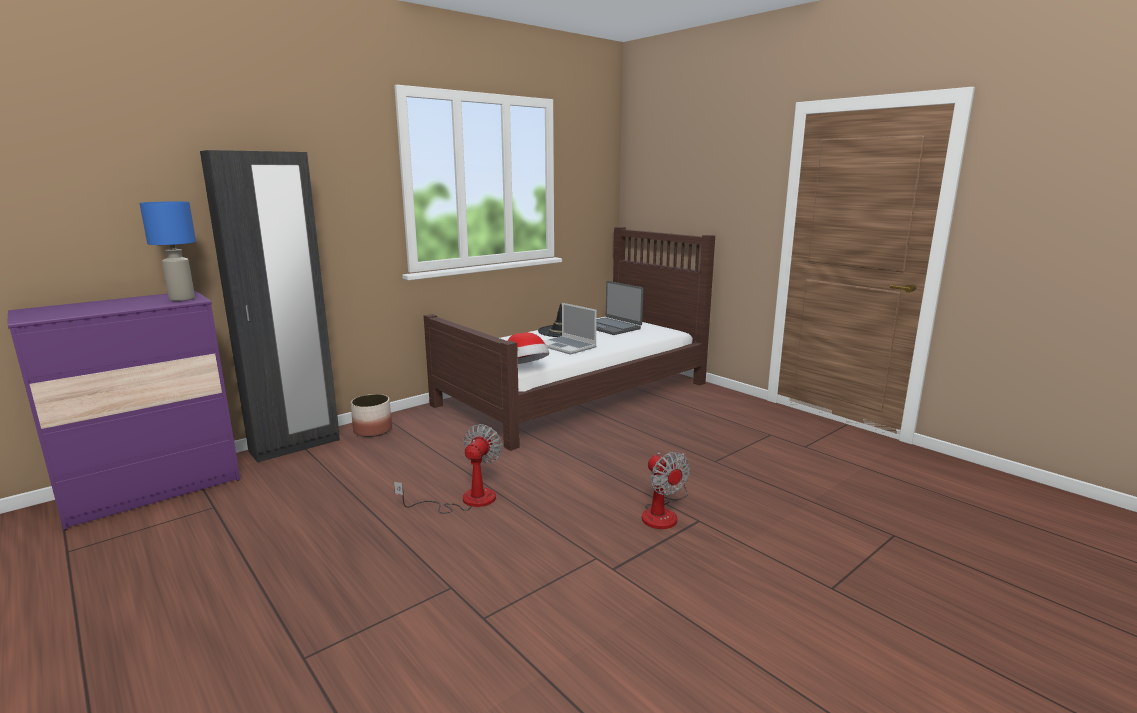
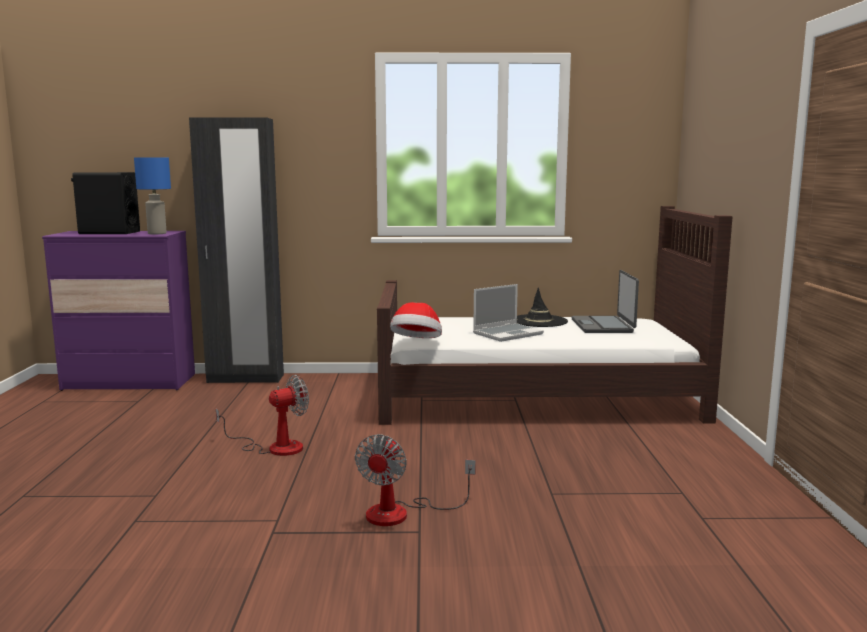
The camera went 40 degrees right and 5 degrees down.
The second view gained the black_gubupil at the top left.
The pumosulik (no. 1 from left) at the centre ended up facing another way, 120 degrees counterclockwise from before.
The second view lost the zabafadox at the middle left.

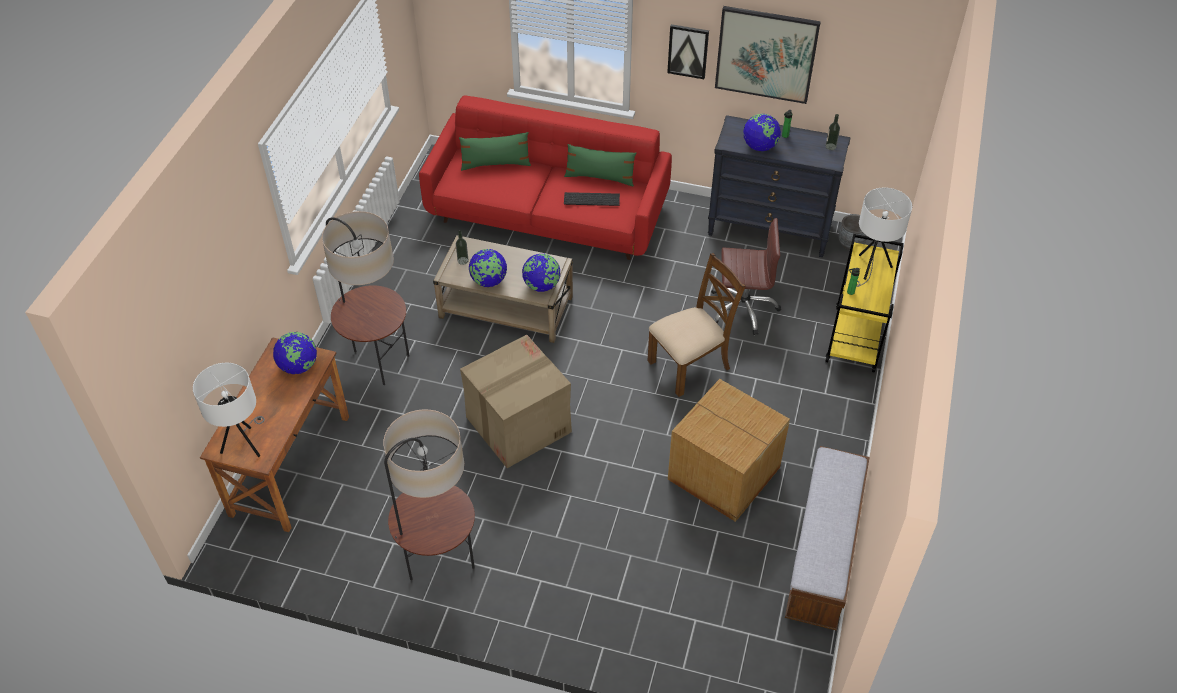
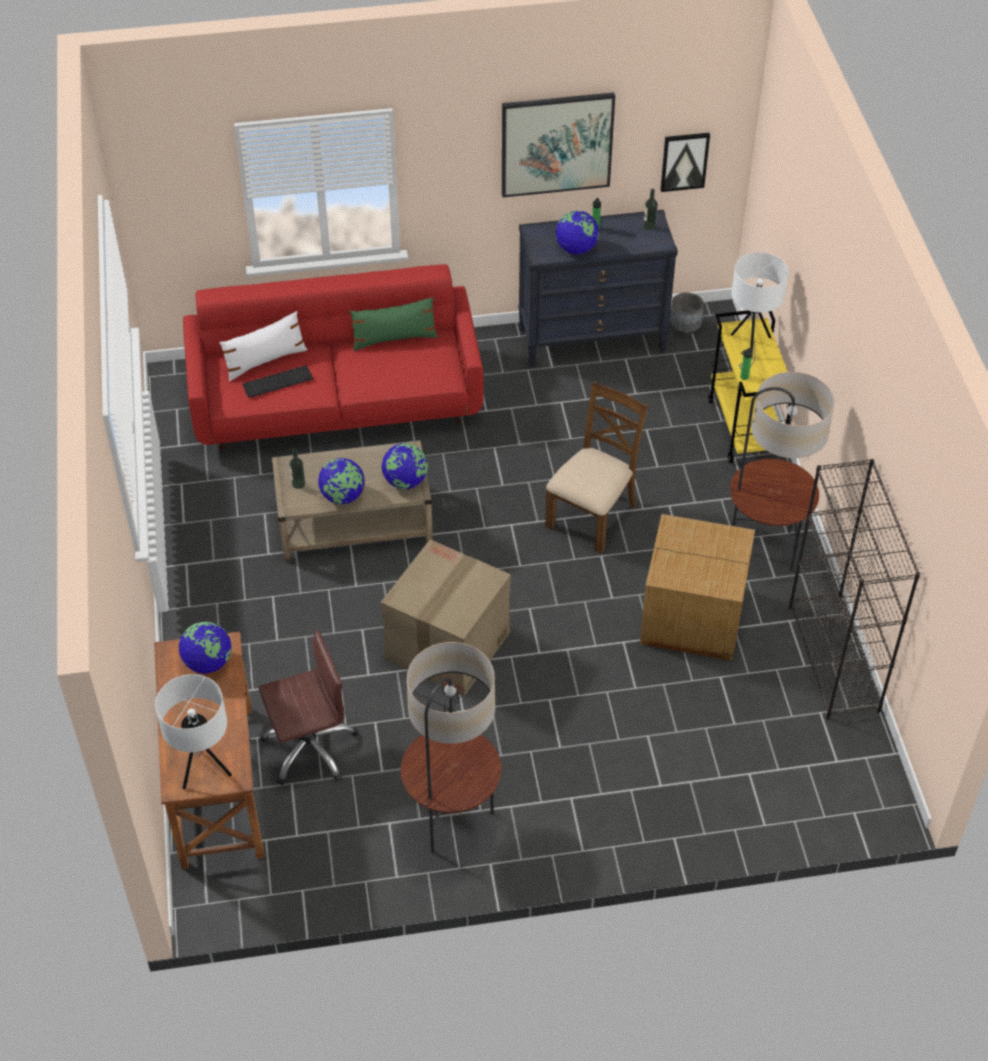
The camera went 25 degrees left and 0 degrees up.
What was the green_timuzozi (no. 1 from left) at the top centre turned into the white_timuzozi at the top left.
The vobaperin ended up elsewhere, having gone from the top centre to the middle left.
The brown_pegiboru ended up elsewhere, having gone from the centre to the bottom left.
The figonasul (no. 1 from left in the first image) ended up elsewhere, having gone from the top centre to the top right.
The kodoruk (no. 1 from left in the first image) ended up elsewhere, having gone from the middle left to the middle right.
Where the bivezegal stood at the bottom right, the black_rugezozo came to stand at the middle right.

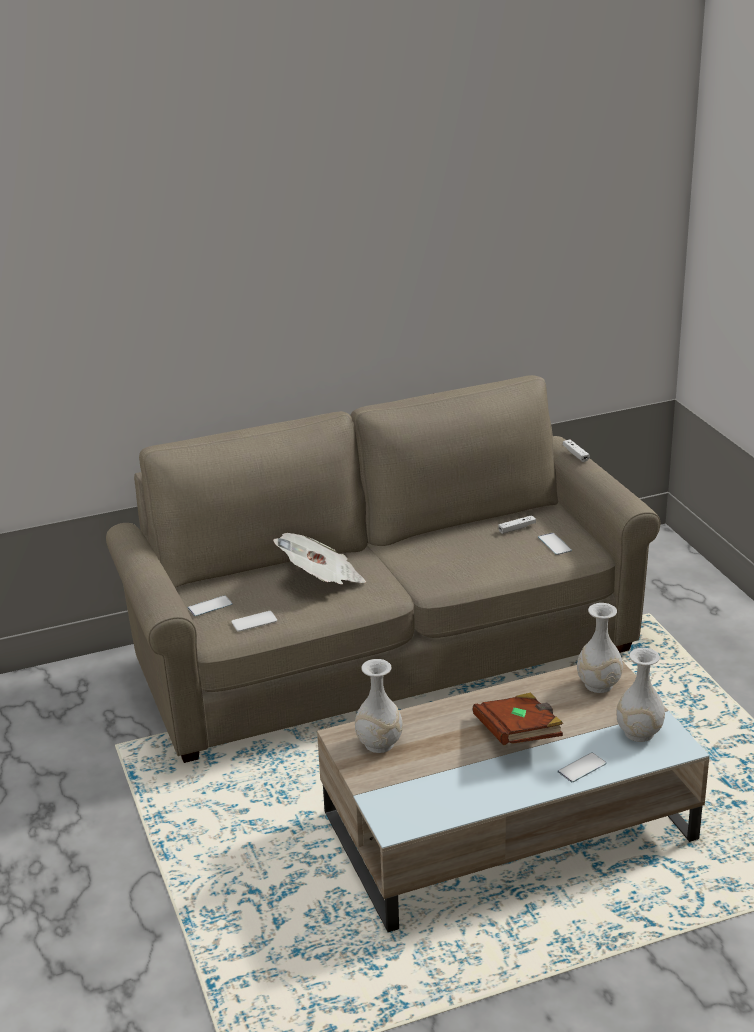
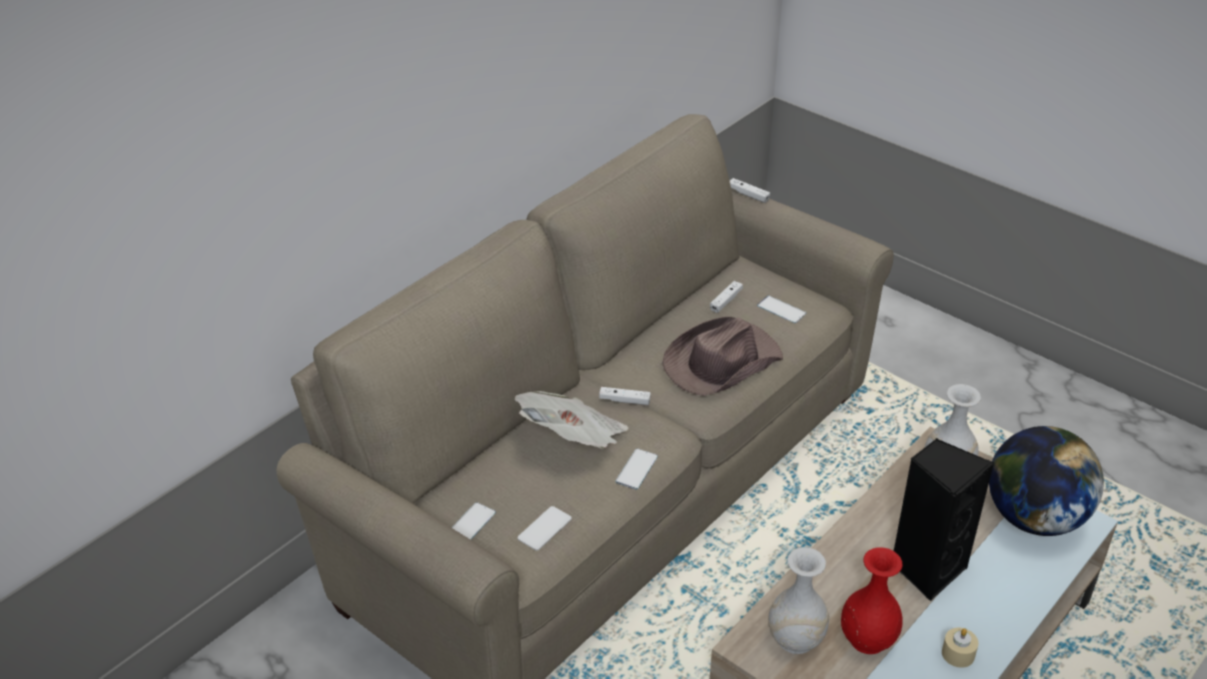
The camera went 30 degrees left and 10 degrees up.
The second view gained the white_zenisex (no. 1 from left) at the centre.
The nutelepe (no. 4 from left in the first image) ended up elsewhere, having gone from the bottom right to the bottom centre.
The second view gained the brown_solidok at the centre.
The second view gained the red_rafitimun at the bottom right.
Where the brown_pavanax stood at the bottom right, the black_gubupil came to stand at the bottom right.
The second view gained the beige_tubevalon at the bottom right.
Where the white_rafitimun (no. 3 from left) stood at the bottom right, the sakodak came to stand at the bottom right.

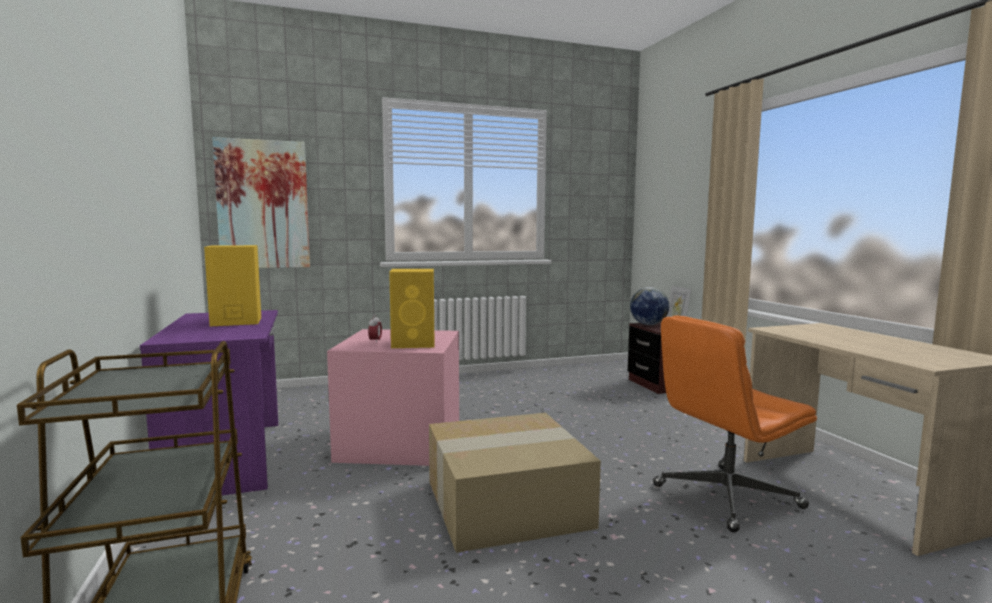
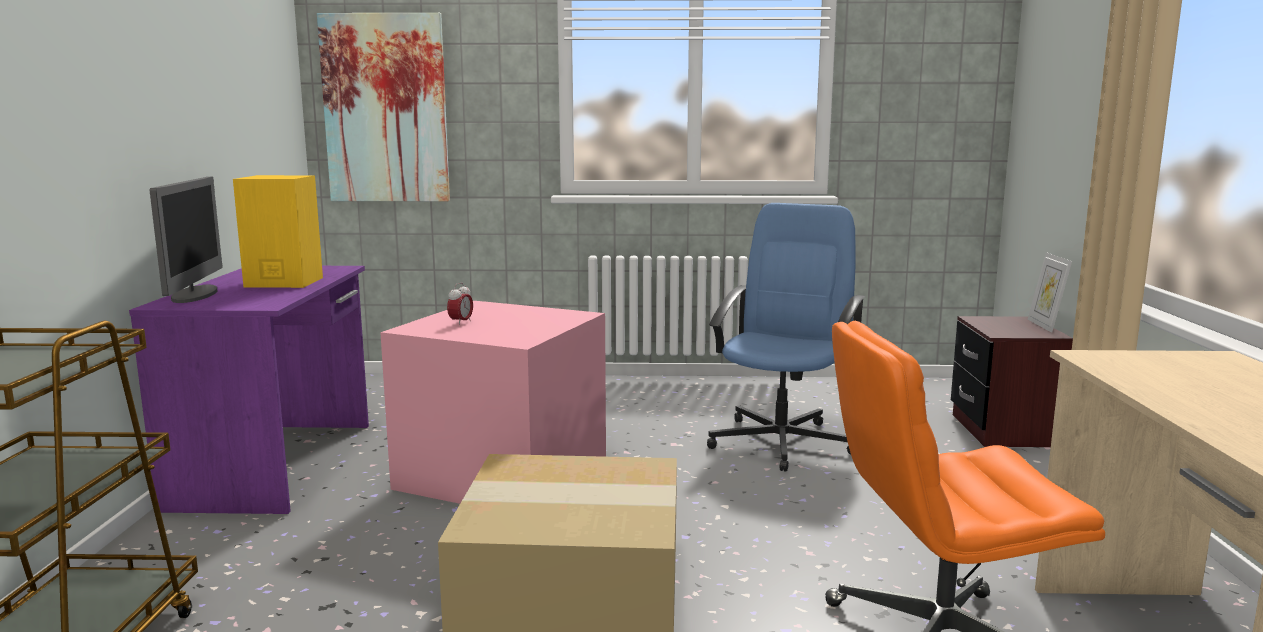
The camera went 20 degrees right and 5 degrees up.
The second view gained the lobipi at the middle left.
The second view gained the blue_pegiboru at the centre.
The second view lost the yellow_gubupil (no. 2 from left) at the centre.
The second view lost the sakodak at the centre.

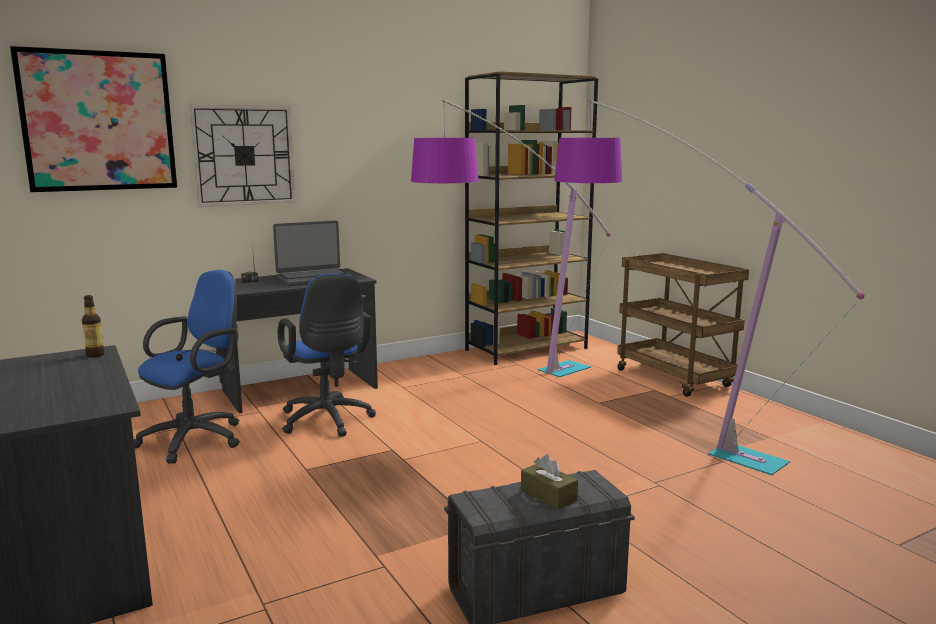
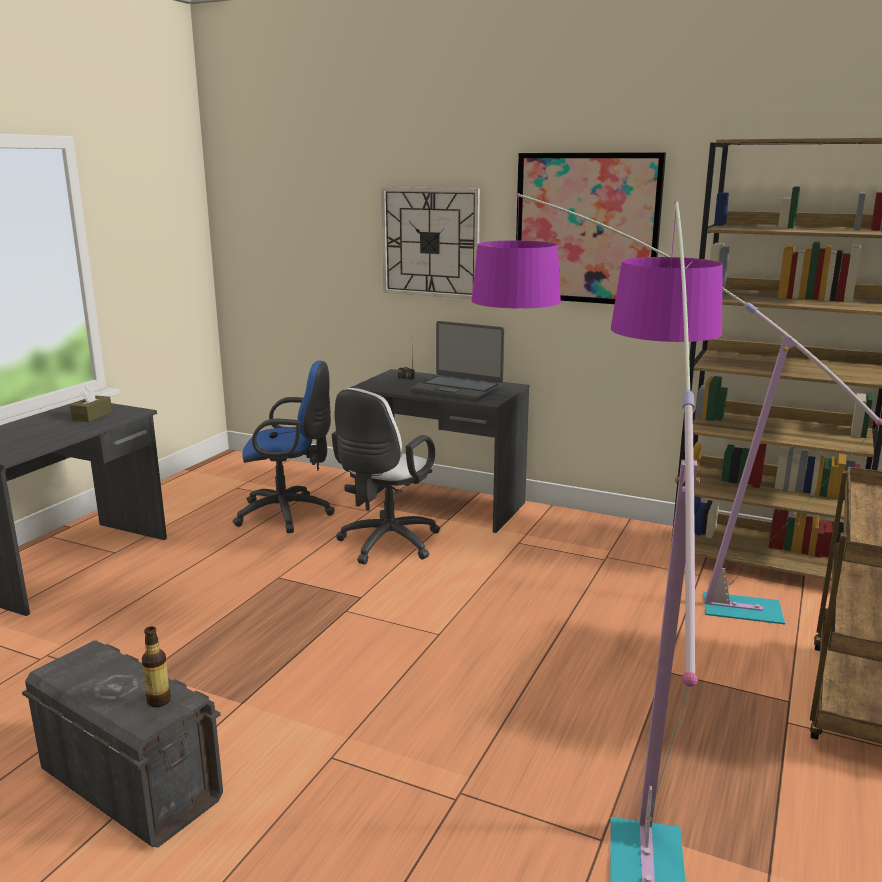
The camera went 55 degrees right and 5 degrees up.
The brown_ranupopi ended up elsewhere, having gone from the bottom centre to the middle left.
The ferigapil ended up elsewhere, having gone from the middle left to the bottom left.
What was the blue_pegiboru (no. 2 from left) at the centre turned into the white_pegiboru at the centre.
The figonasul ended up elsewhere, having gone from the top left to the top right.

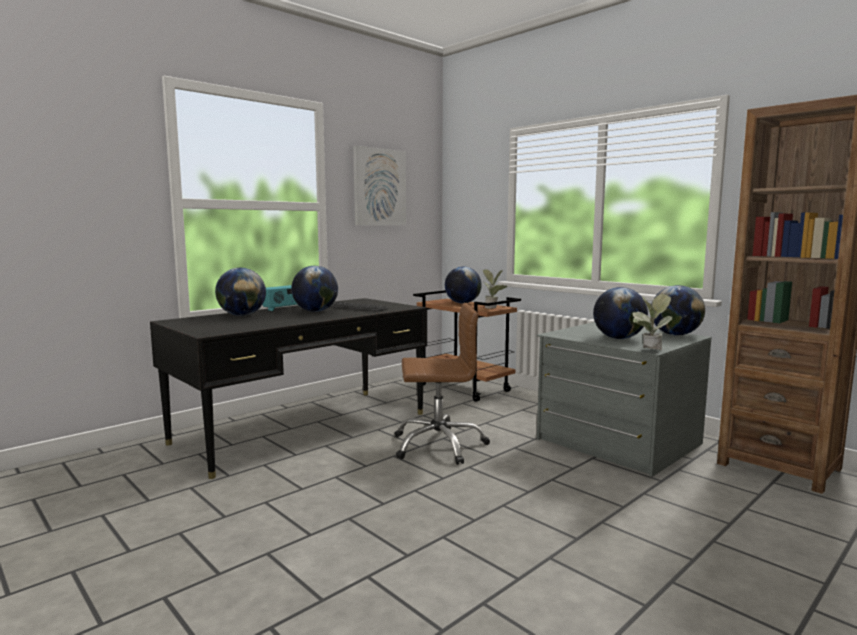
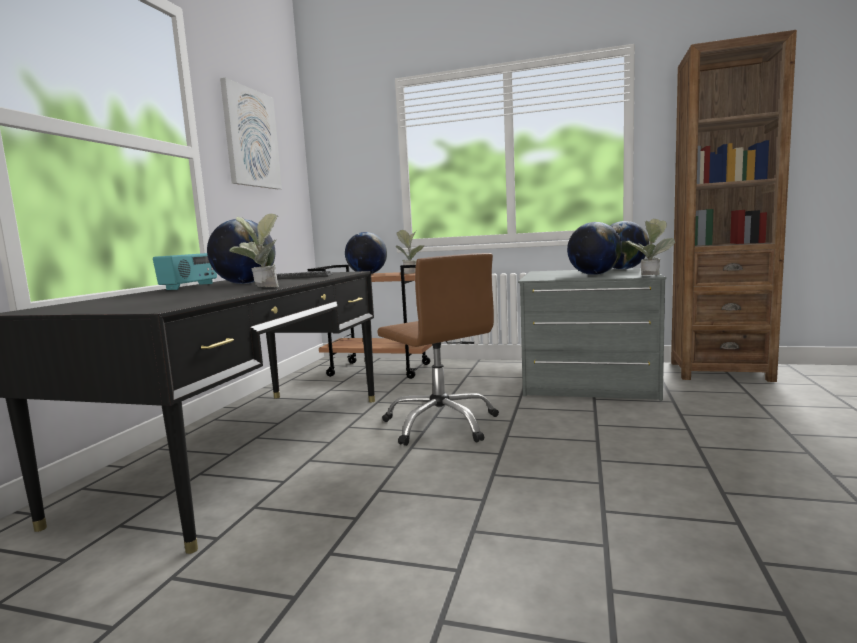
The camera went 30 degrees left and 0 degrees up.
The second view gained the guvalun (no. 1 from left) at the middle left.
The brown_pegiboru at the centre ended up facing another way, 90 degrees clockwise from before.
The second view lost the sakodak (no. 1 from left) at the middle left.

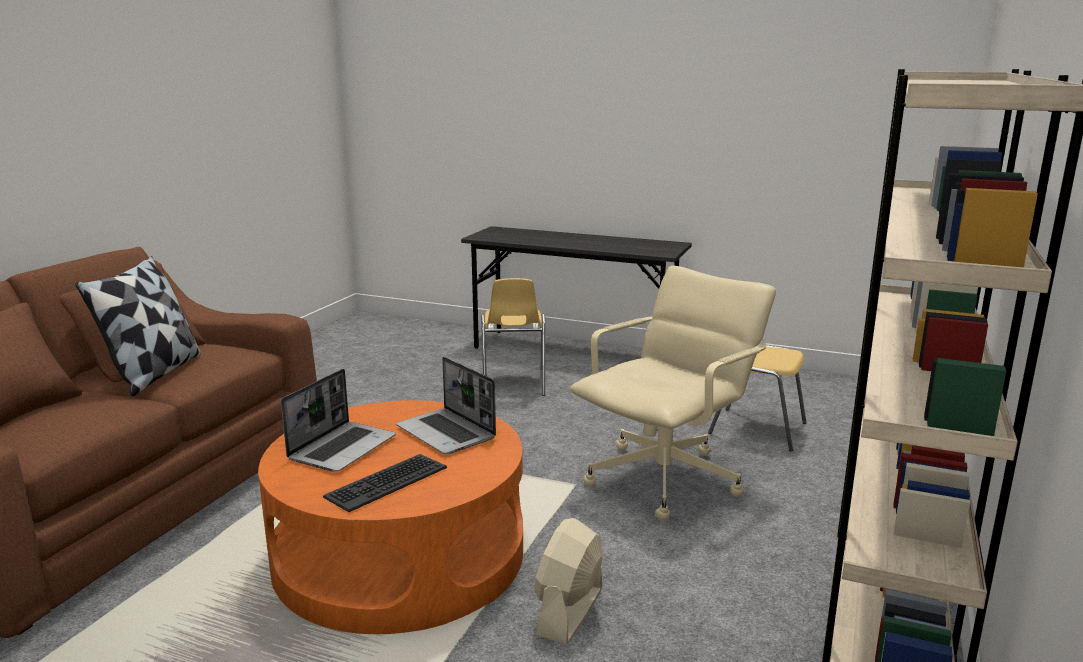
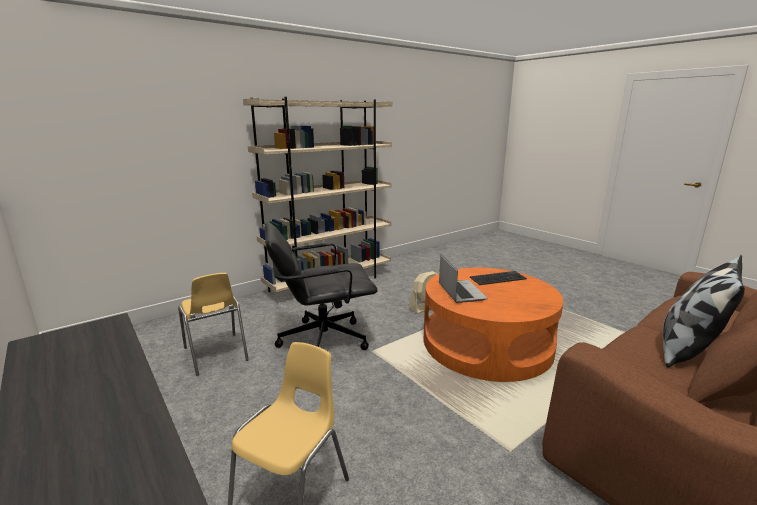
The camera went 150 degrees left and 0 degrees up.
What was the beige_pegiboru at the centre turned into the black_pegiboru at the centre.
The second view lost the pumosulik (no. 1 from left) at the middle left.

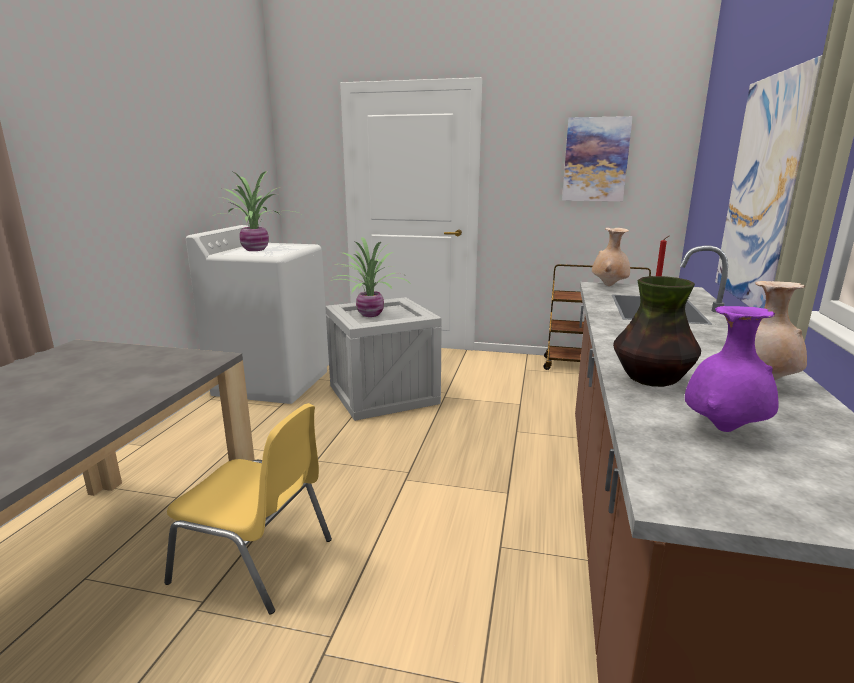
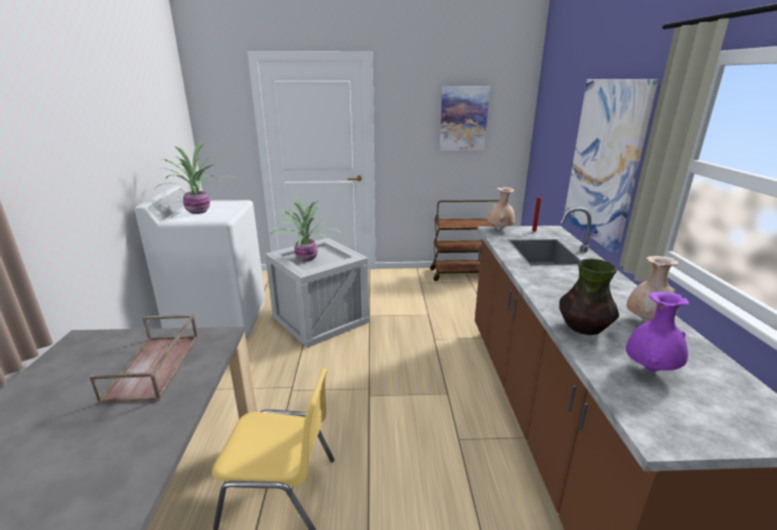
The camera went 15 degrees left and 5 degrees up.
The second view gained the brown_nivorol at the bottom left.

